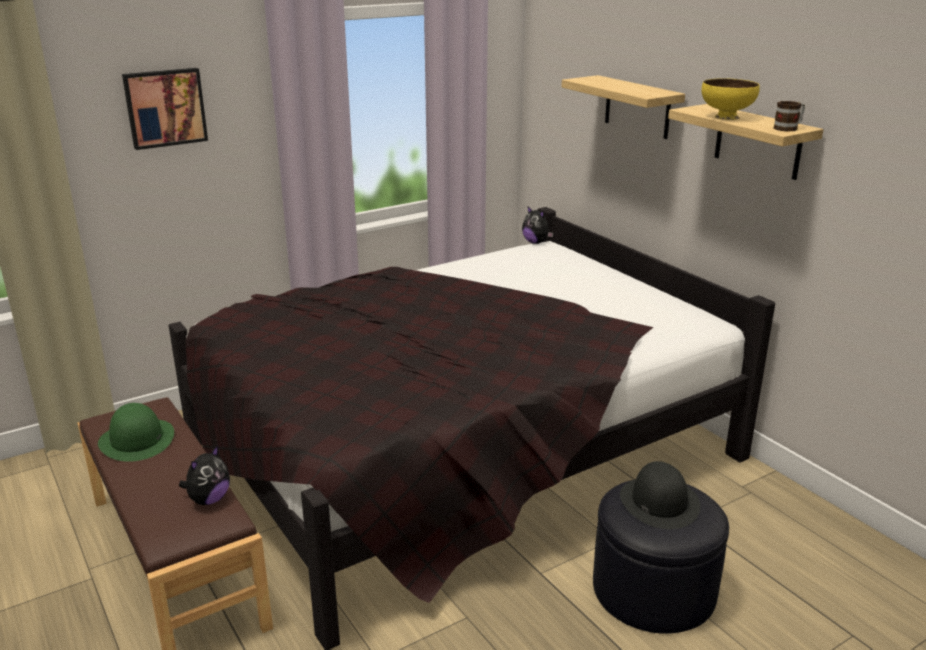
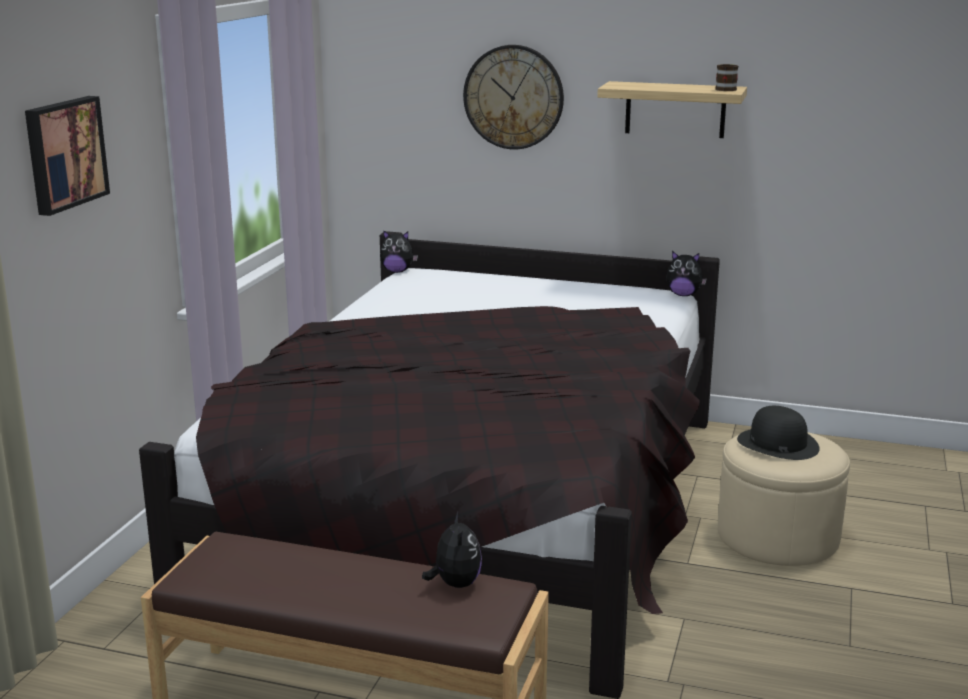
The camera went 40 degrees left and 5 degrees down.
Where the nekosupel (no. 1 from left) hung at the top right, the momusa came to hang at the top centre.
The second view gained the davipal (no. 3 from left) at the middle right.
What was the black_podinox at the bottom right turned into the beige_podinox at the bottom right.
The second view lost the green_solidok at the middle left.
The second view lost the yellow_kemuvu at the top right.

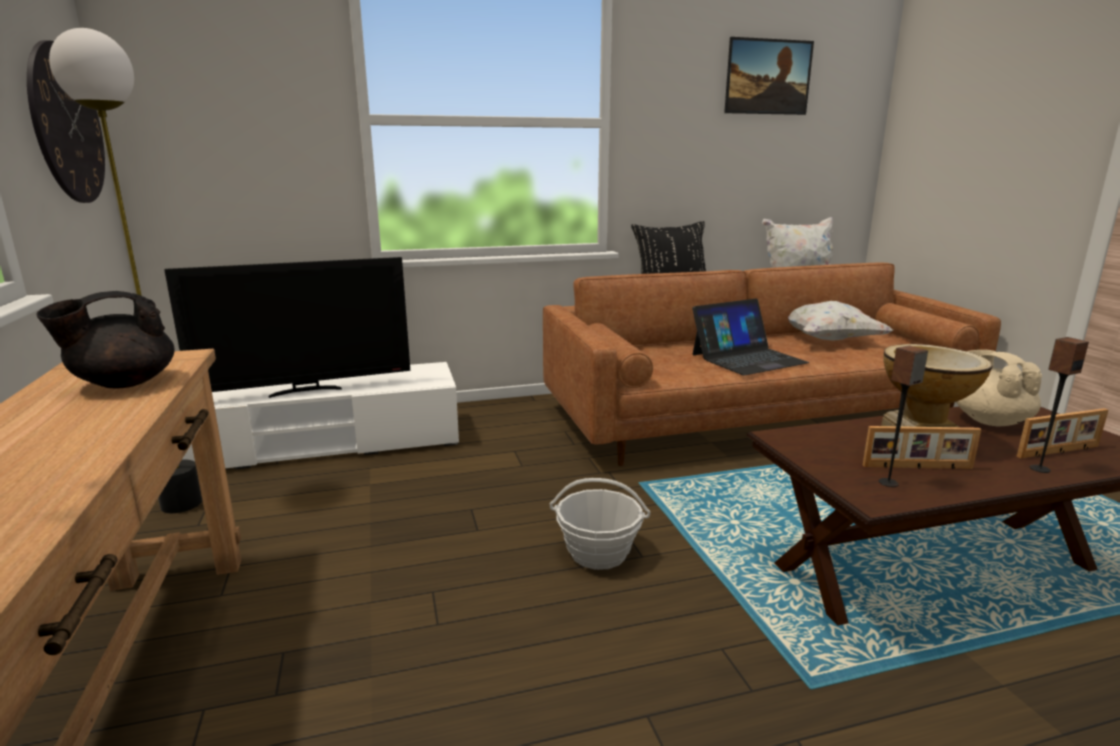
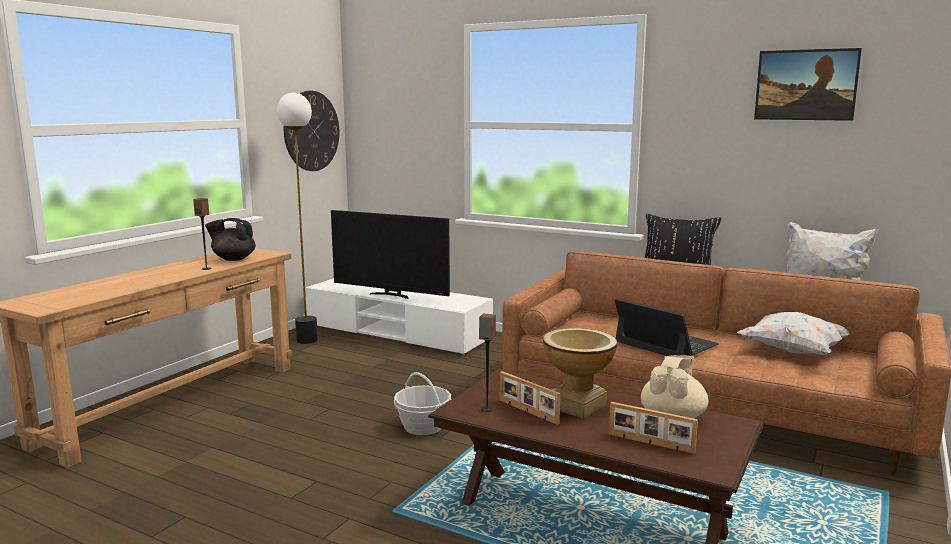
The camera went 45 degrees right and 5 degrees down.
The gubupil (no. 2 from left in the first image) ended up elsewhere, having gone from the middle right to the middle left.
The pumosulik at the middle right ended up facing another way, 150 degrees counterclockwise from before.

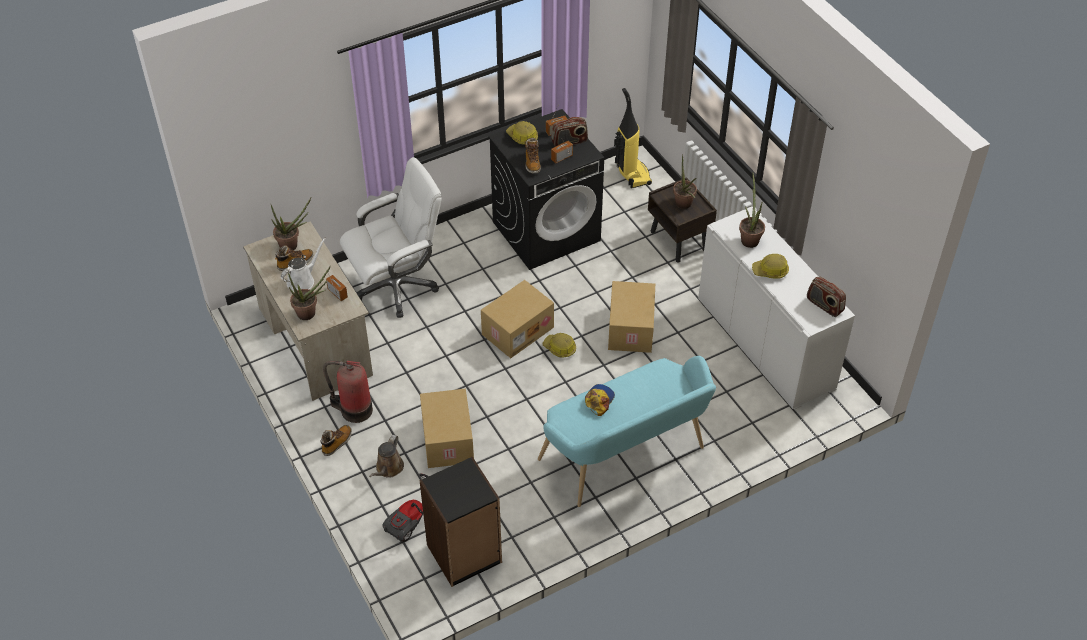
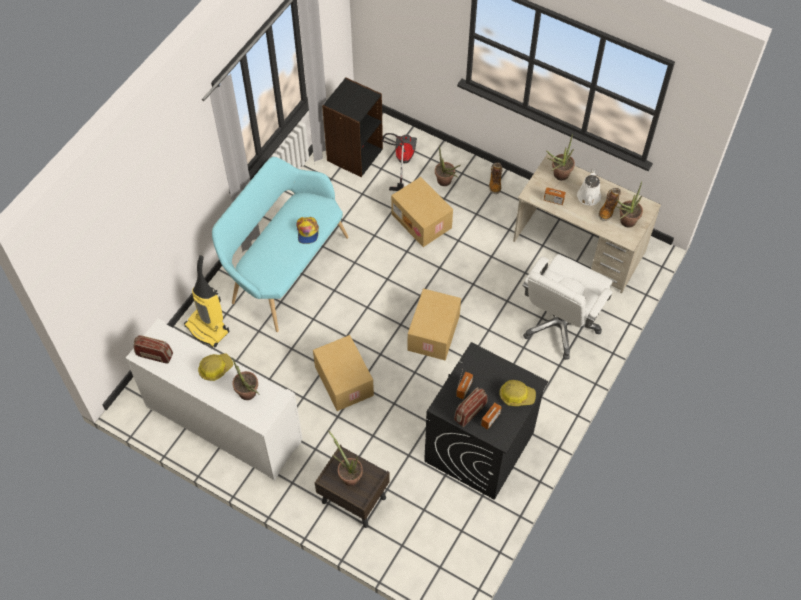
The camera went 150 degrees right and 10 degrees up.
The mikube (no. 2 from left in the first image) ended up elsewhere, having gone from the top centre to the middle left.
Where the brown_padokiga stood at the bottom centre, the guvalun (no. 3 from left) came to stand at the top centre.
The second view lost the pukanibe at the middle left.
The second view lost the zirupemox (no. 3 from left) at the top centre.
The second view lost the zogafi (no. 2 from left) at the centre.

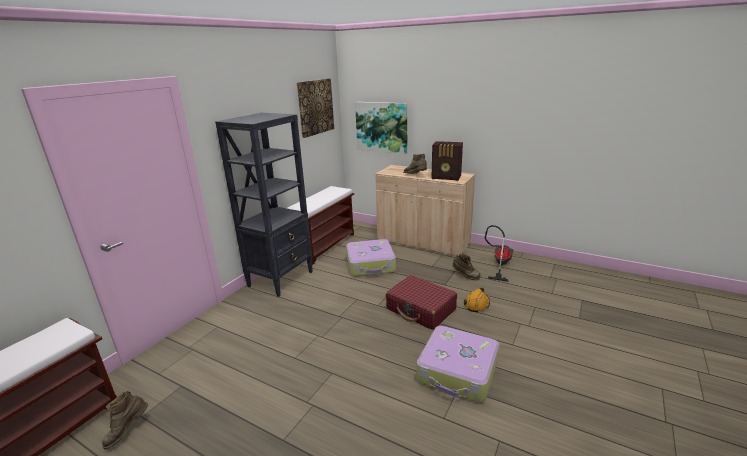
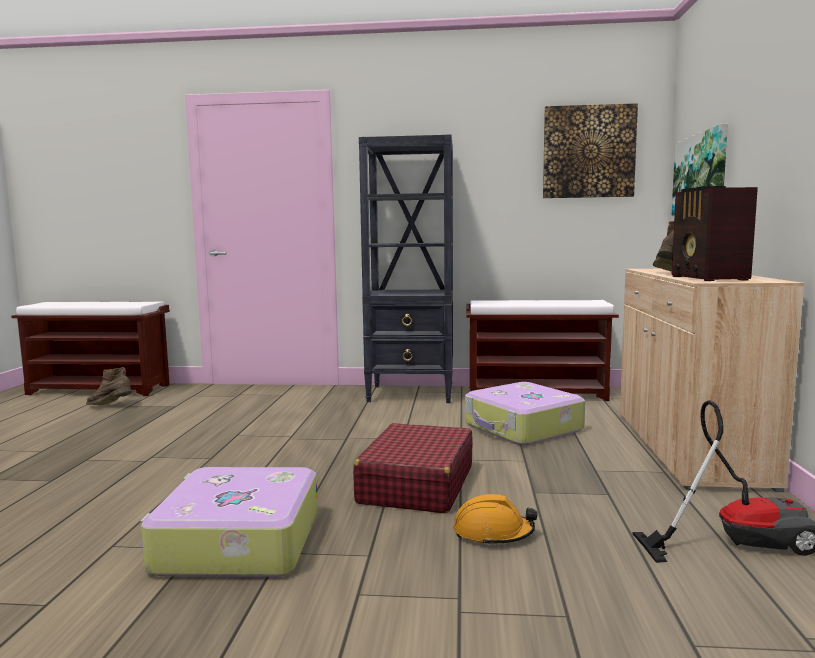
The camera went 65 degrees right and 15 degrees down.
The second view lost the brown_zirupemox (no. 3 from left) at the centre.

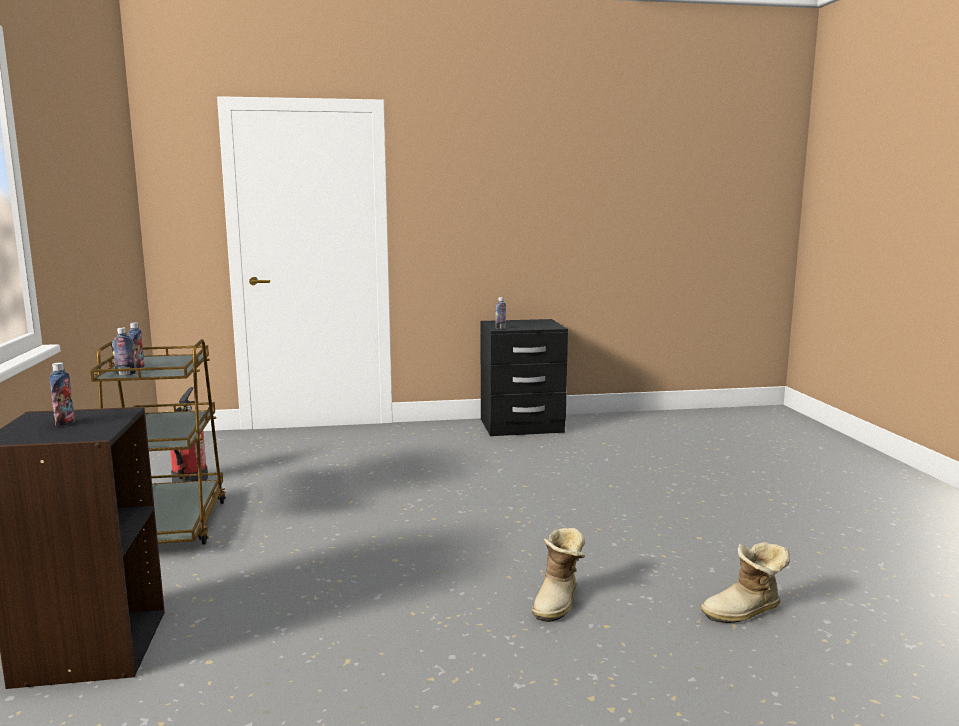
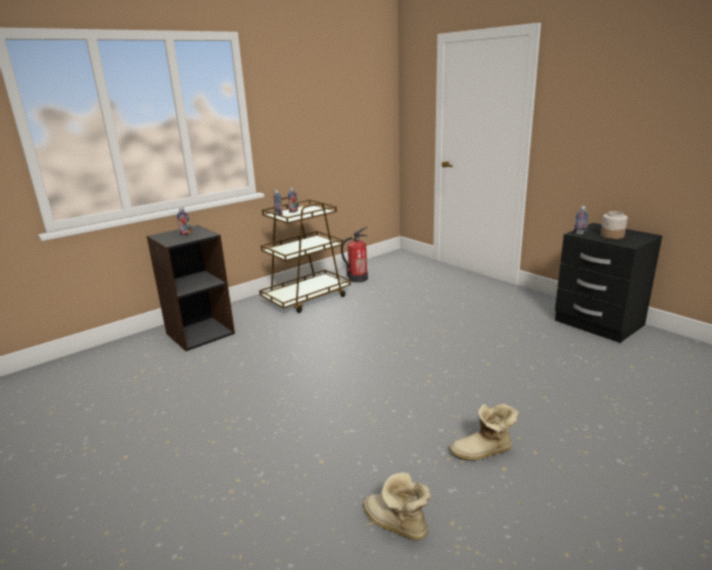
The camera went 60 degrees right and 10 degrees up.
The zirupemox (no. 1 from left in the first image) ended up elsewhere, having gone from the bottom centre to the bottom right.
The second view gained the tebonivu at the middle right.

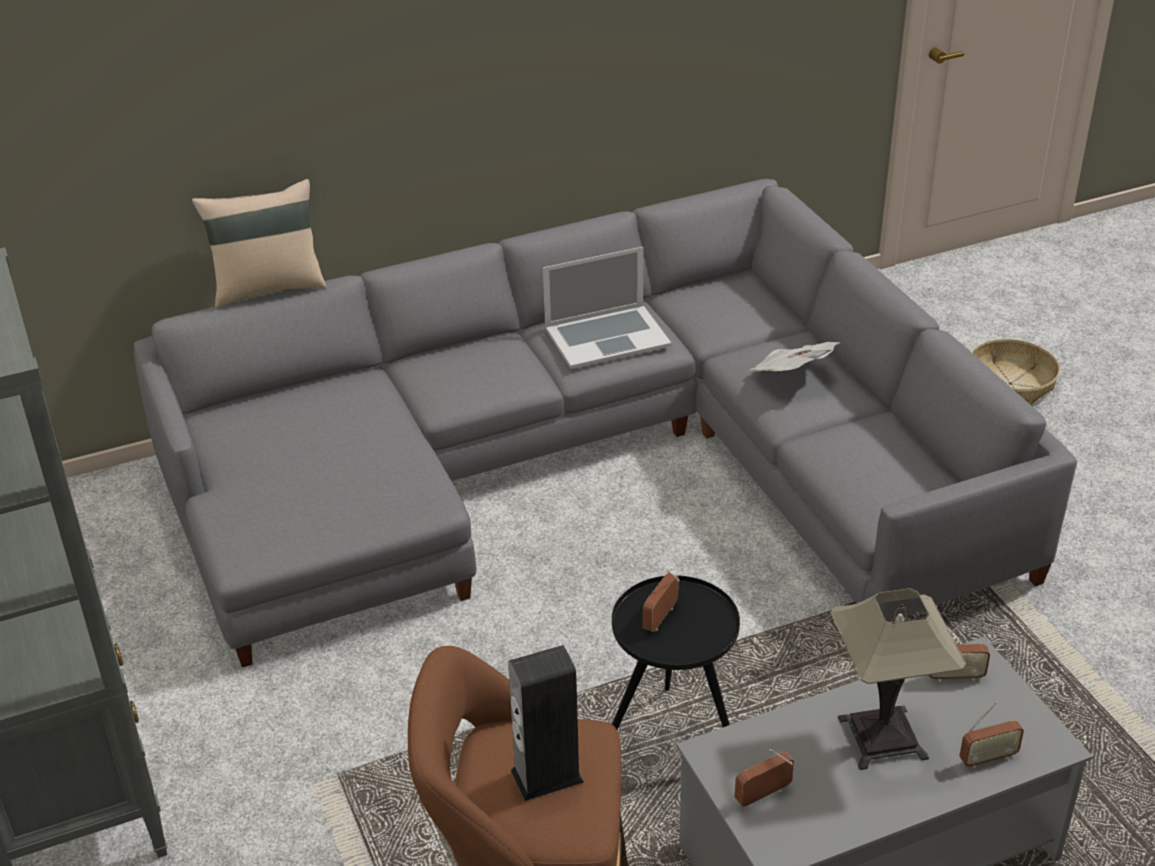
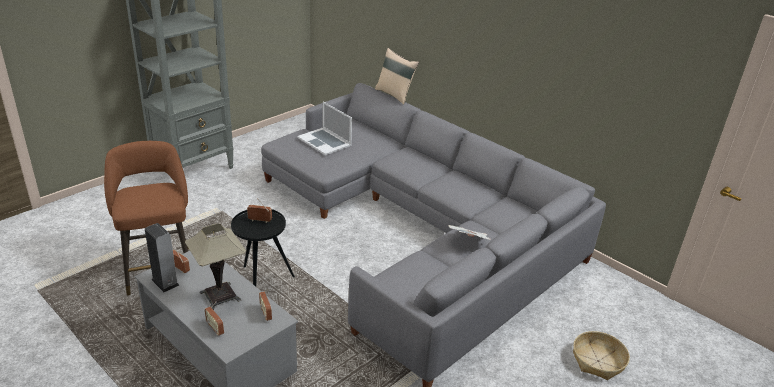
The camera went 65 degrees right and 5 degrees down.
The gubupil ended up elsewhere, having gone from the bottom centre to the middle left.
The pumosulik ended up elsewhere, having gone from the centre to the top centre.

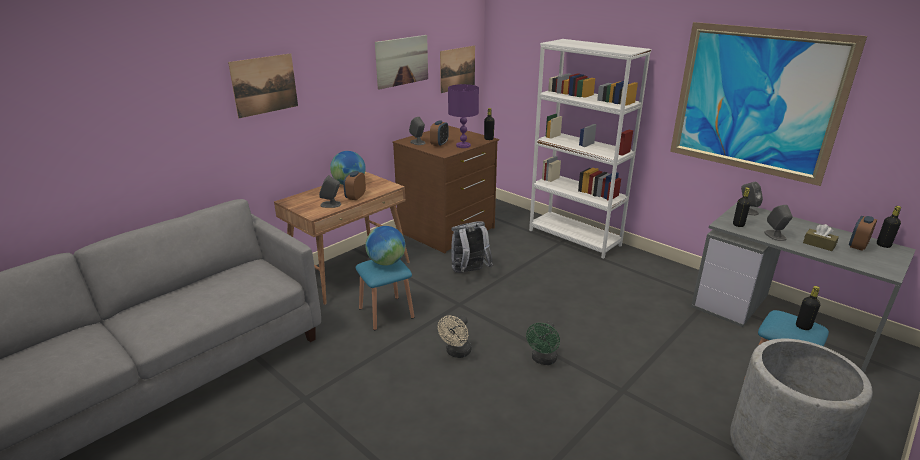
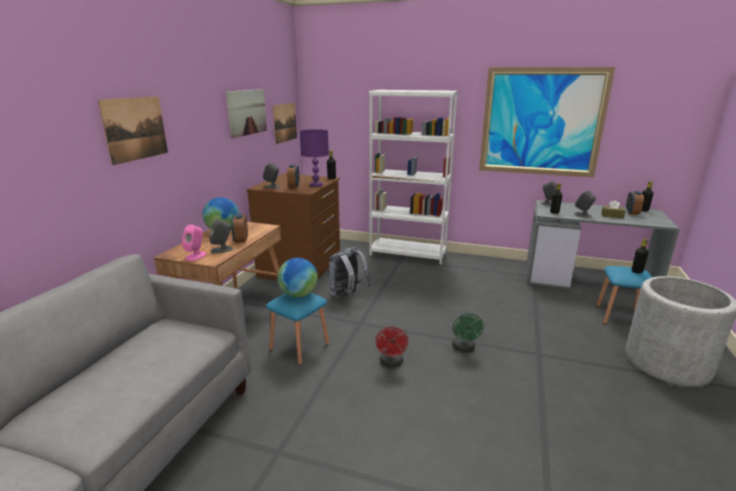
The camera went 25 degrees left and 5 degrees down.
The second view gained the pink_gubupil at the middle left.
What was the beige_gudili at the bottom centre turned into the red_gudili at the bottom centre.

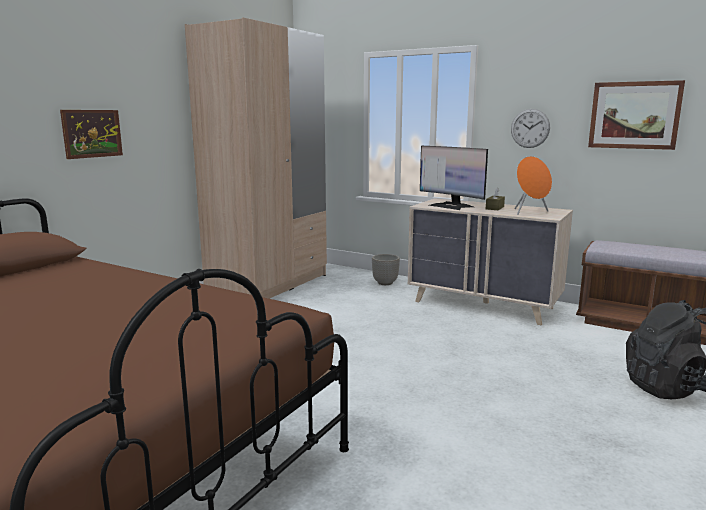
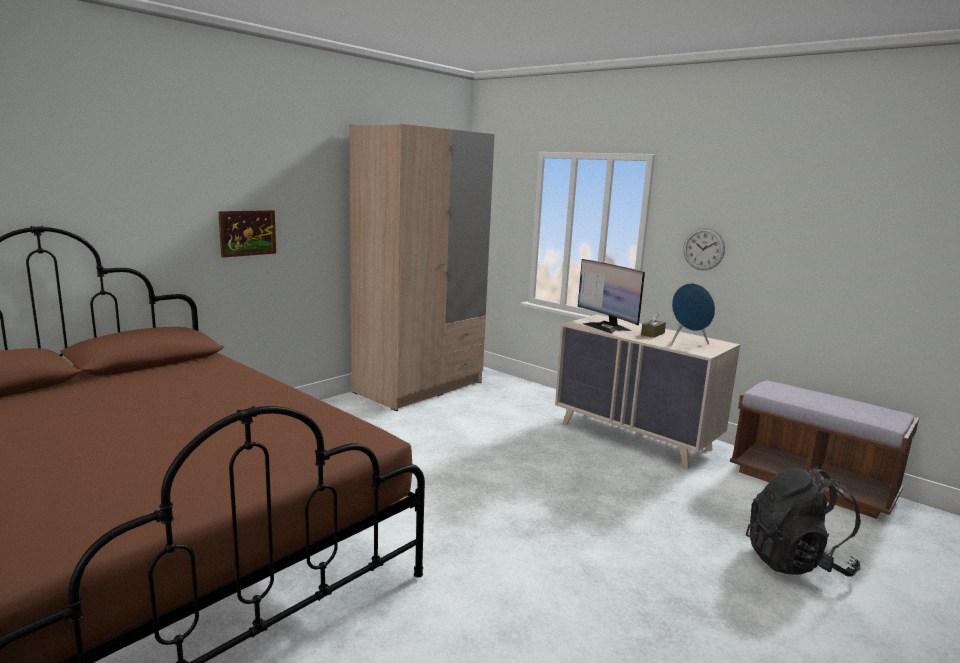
The camera went 10 degrees right and 0 degrees up.
What was the orange_gubupil at the middle right turned into the blue_gubupil at the middle right.
The second view lost the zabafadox at the centre.
The second view lost the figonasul (no. 2 from left) at the top right.

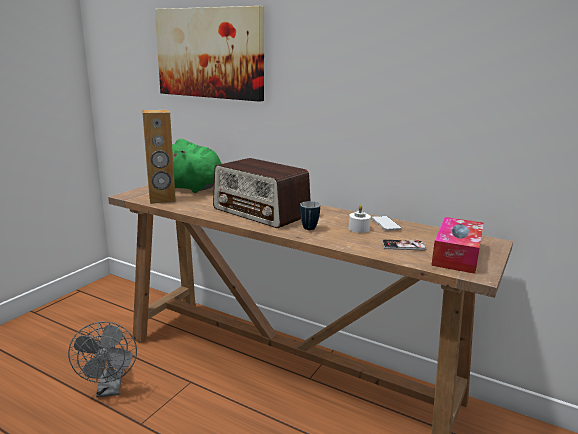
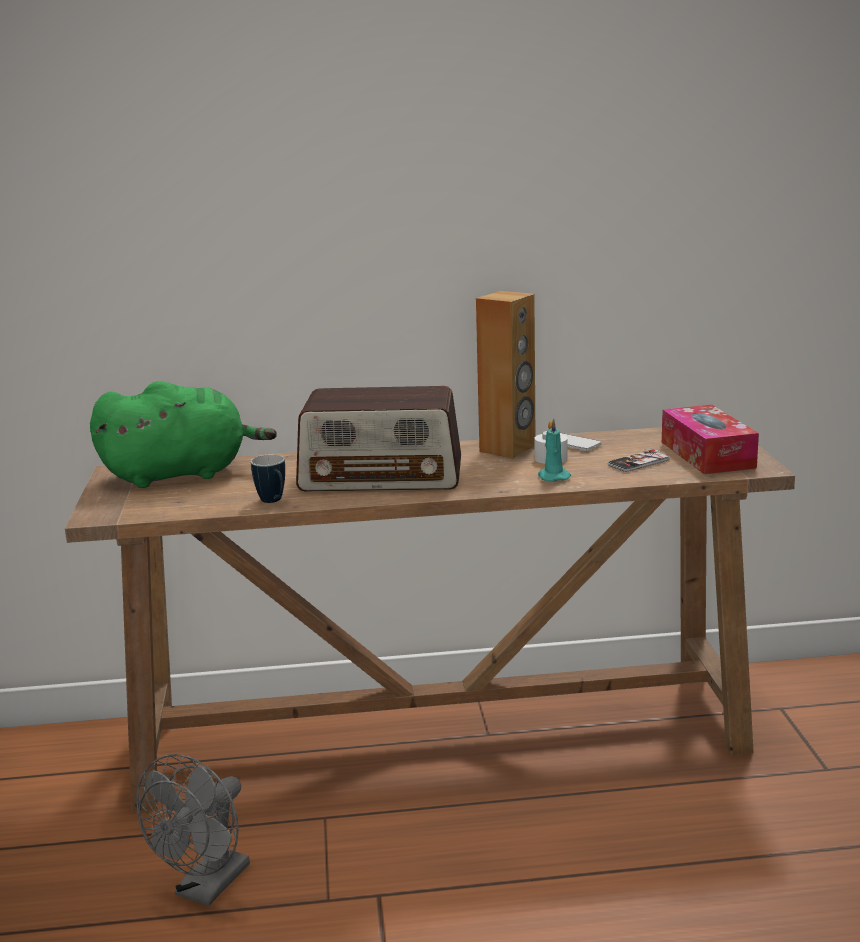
The camera went 35 degrees left and 0 degrees up.
The grey_gudili at the bottom left ended up facing another way, 75 degrees clockwise from before.
The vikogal ended up elsewhere, having gone from the centre to the middle left.
The brown_gubupil ended up elsewhere, having gone from the middle left to the centre.
The second view gained the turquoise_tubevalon at the centre.
The second view lost the figonasul at the top centre.

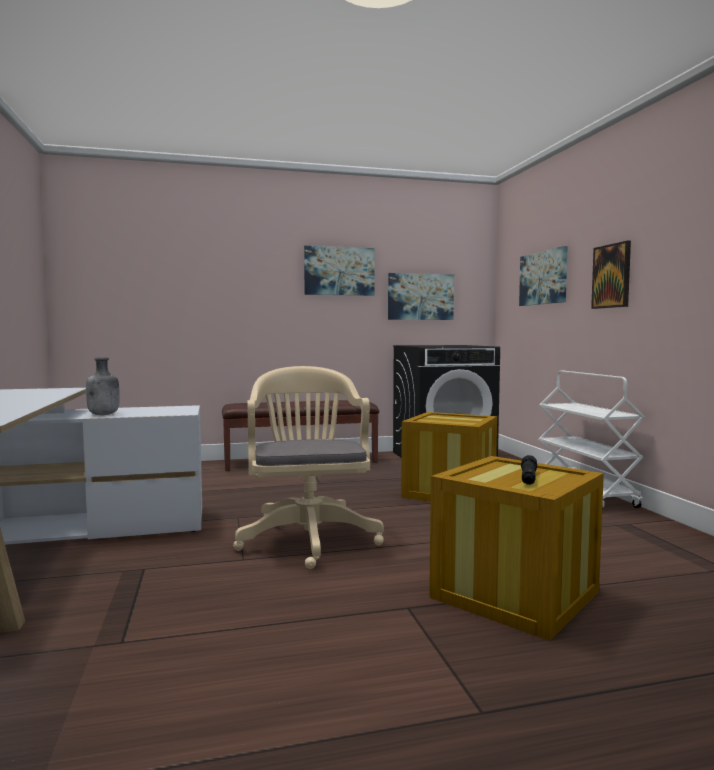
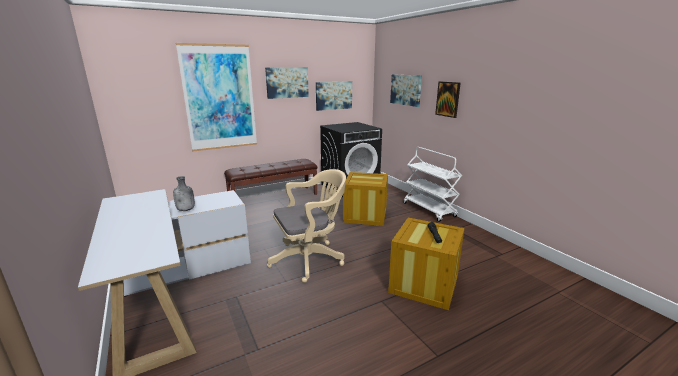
The camera went 15 degrees left and 15 degrees up.
The second view gained the figonasul (no. 1 from left) at the top left.
The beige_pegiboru at the centre ended up facing another way, 90 degrees clockwise from before.

